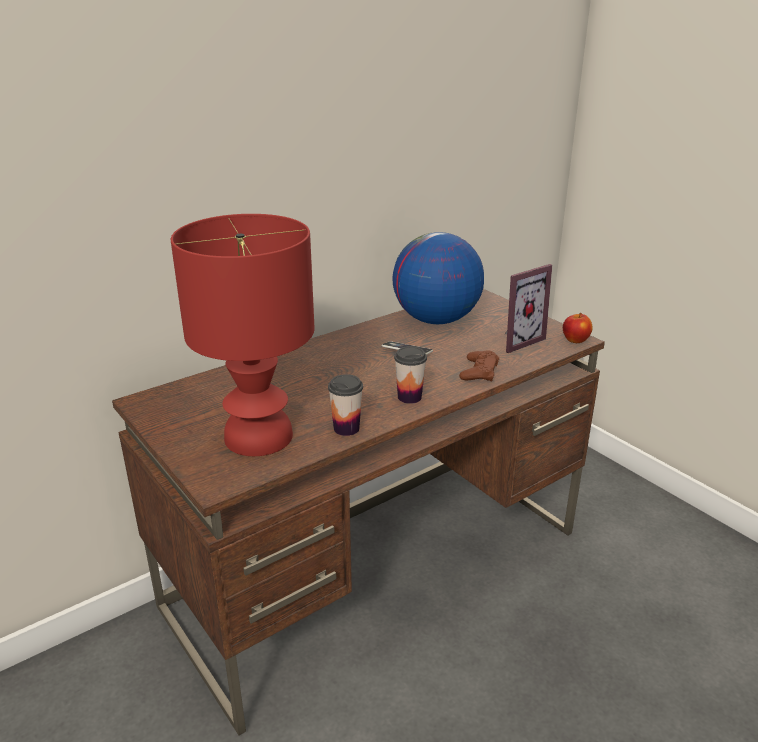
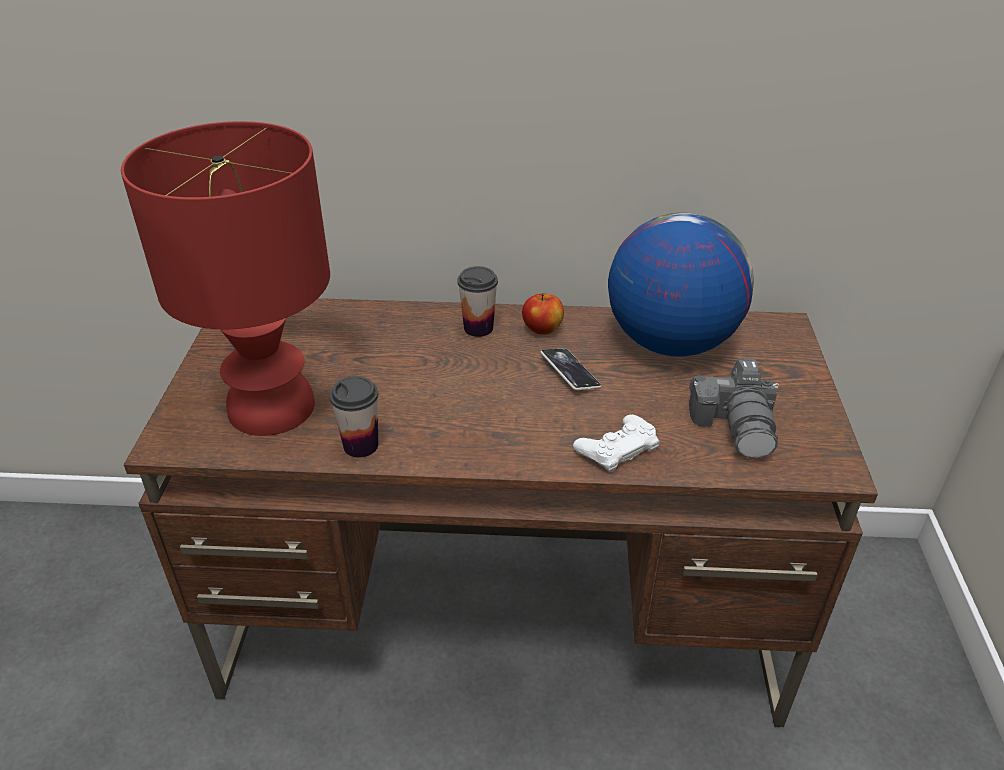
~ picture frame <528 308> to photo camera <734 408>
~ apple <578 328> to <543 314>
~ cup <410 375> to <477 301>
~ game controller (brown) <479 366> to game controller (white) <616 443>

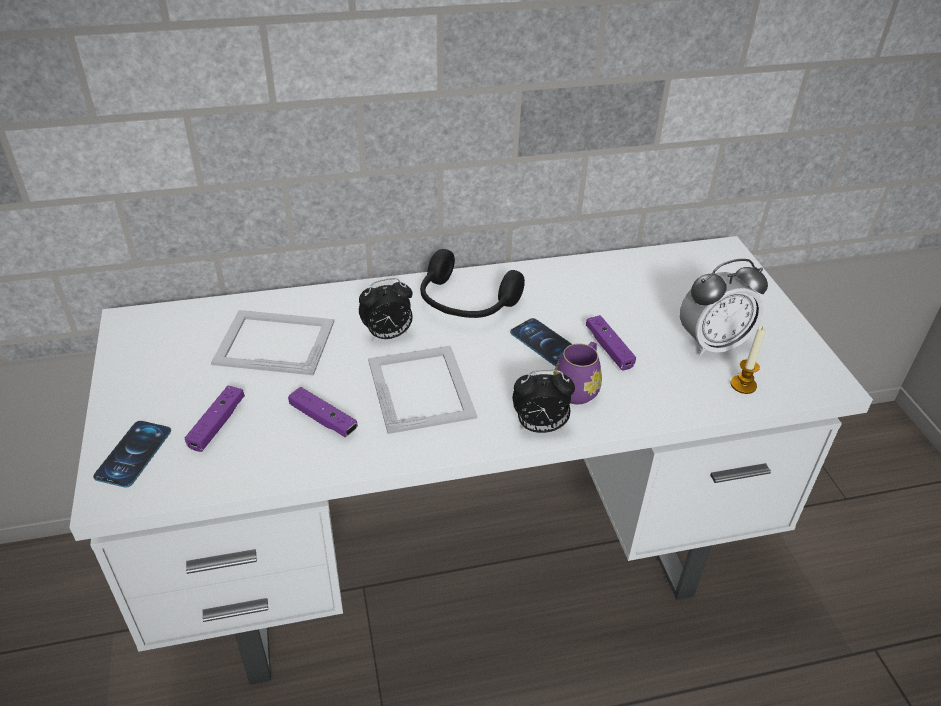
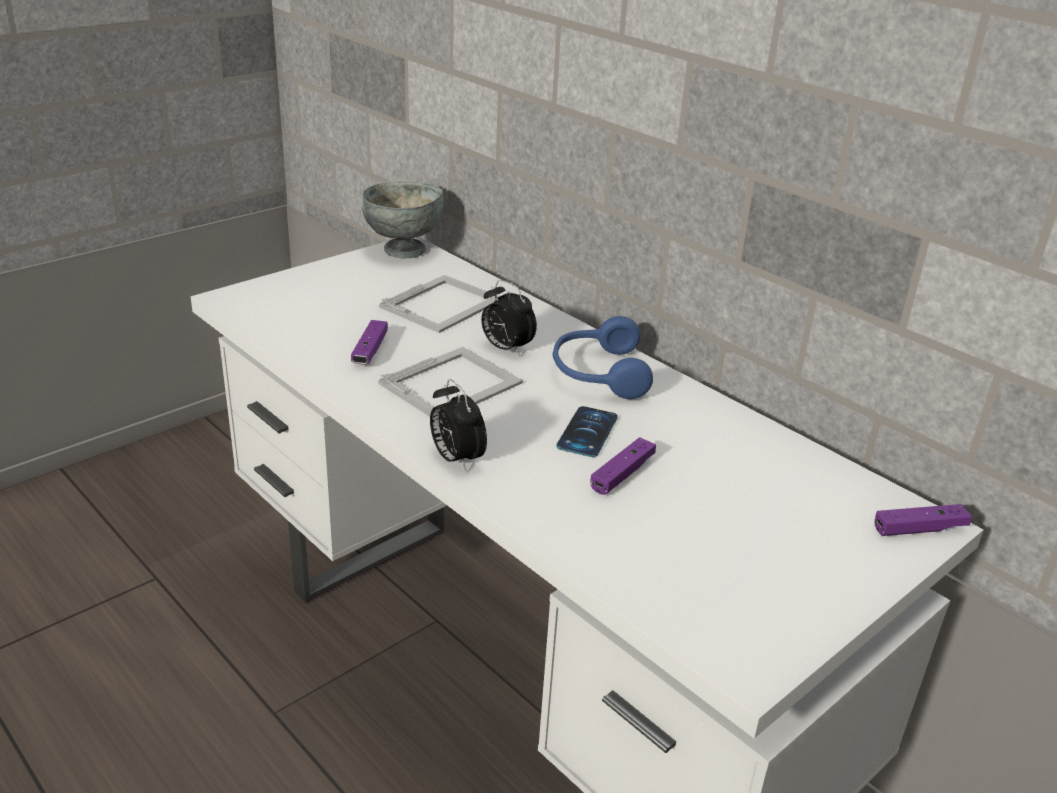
~ headphones (black) <472 283> to headphones (blue) <603 357>
- alarm clock <724 307>
~ picture frame <272 342> = <439 304> 60 degrees clockwise
- candle <747 360>
- mug (purple) <577 373>
~ game controller (purple) <215 419> to <923 520>
- phone <132 454>
+ bowl (grey) <403 219>

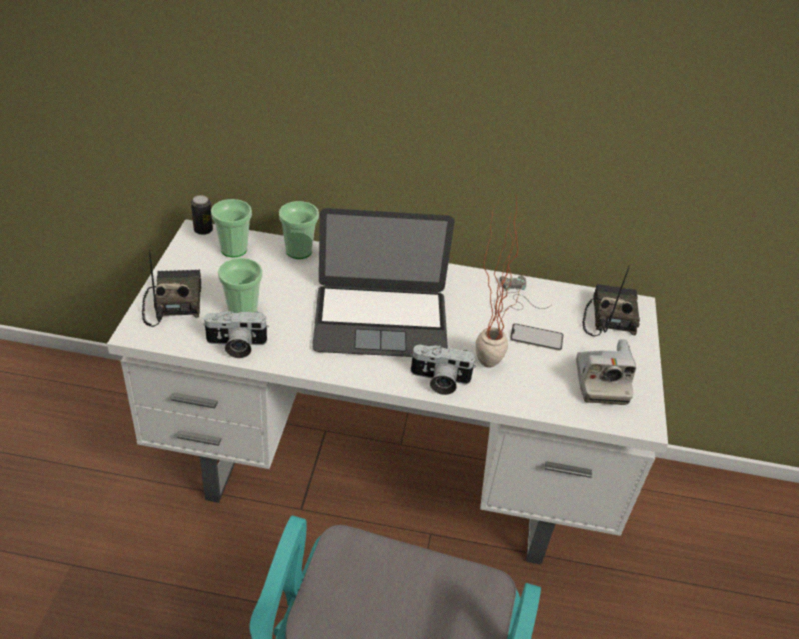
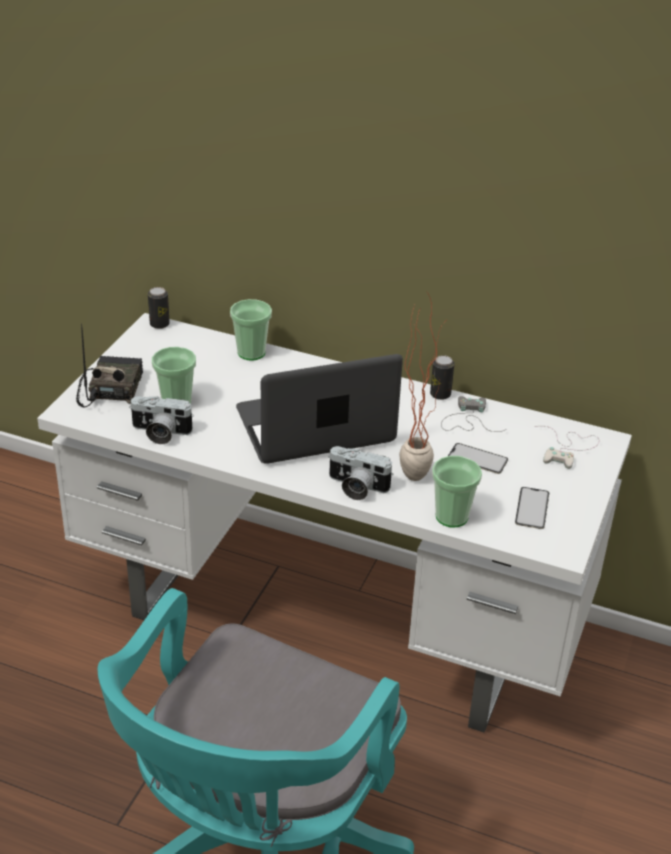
~ cup <231 228> to <457 491>
~ laptop <383 282> = <319 409> 150 degrees clockwise
~ radio <611 300> to game controller (white) <567 447>
~ photo camera <606 372> to phone <532 508>
+ can <442 377>

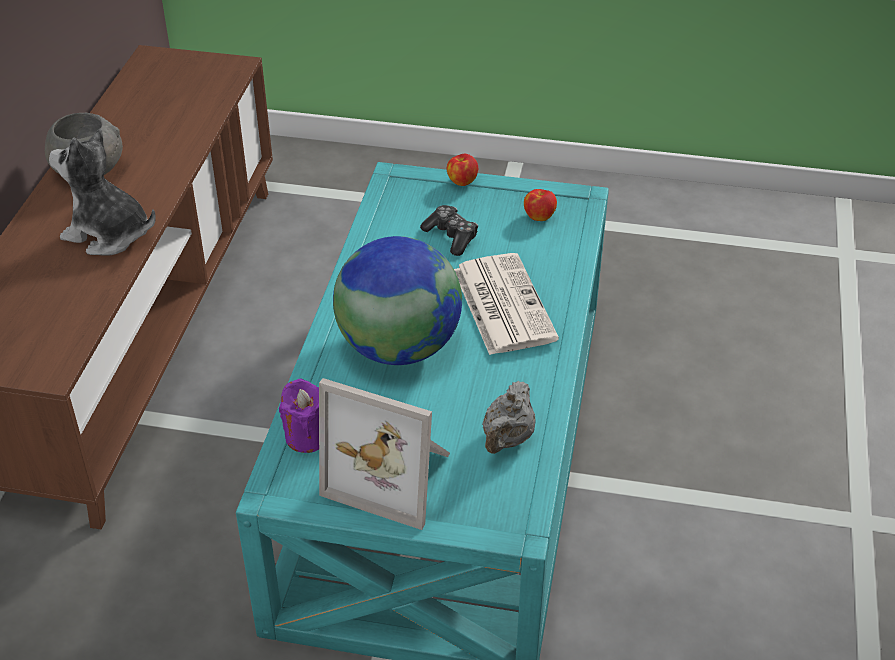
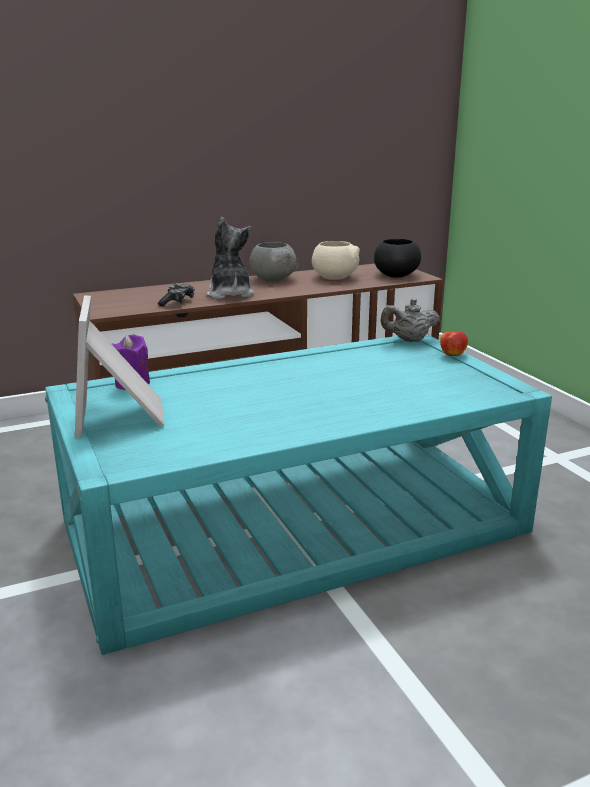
- apple <540 205>
~ game controller <449 230> to <176 295>
- globe <397 300>
- newspaper <506 304>
~ teapot (grey) <508 417> to <410 320>
+ bowl (black) <397 258>
+ bowl (beige) <336 260>

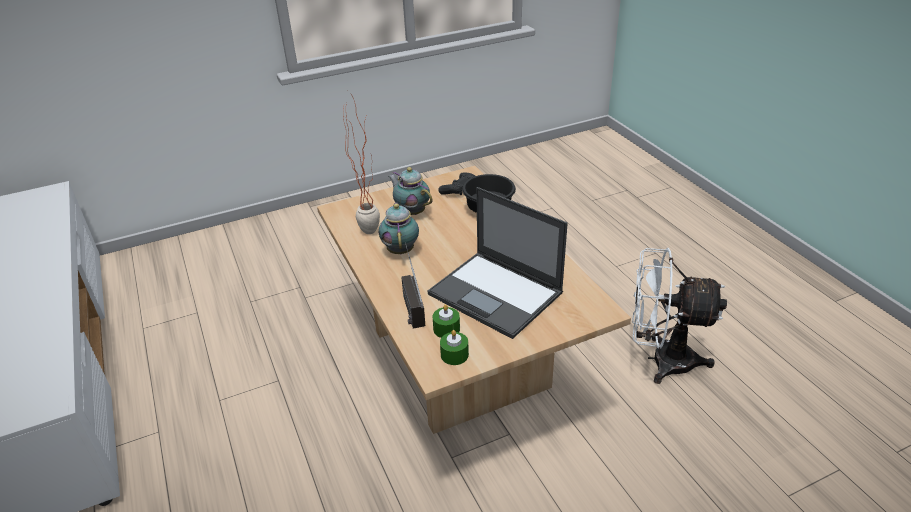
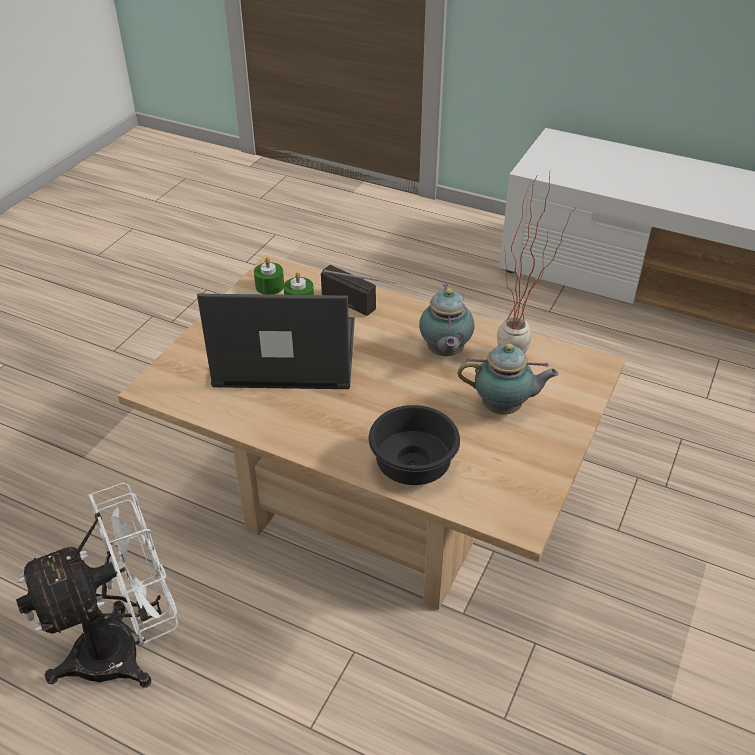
- game controller (black) <456 183>
~ teapot <399 228> = <446 320> 45 degrees clockwise

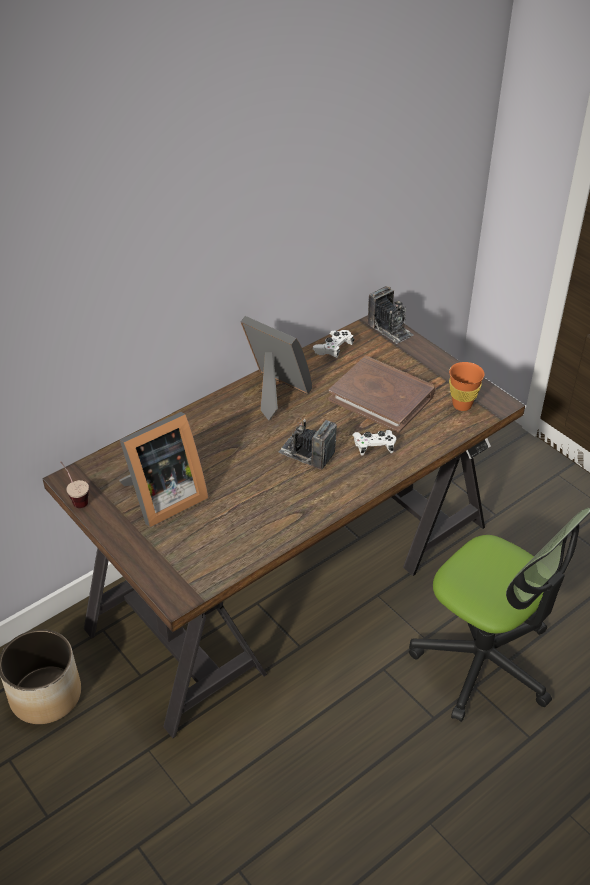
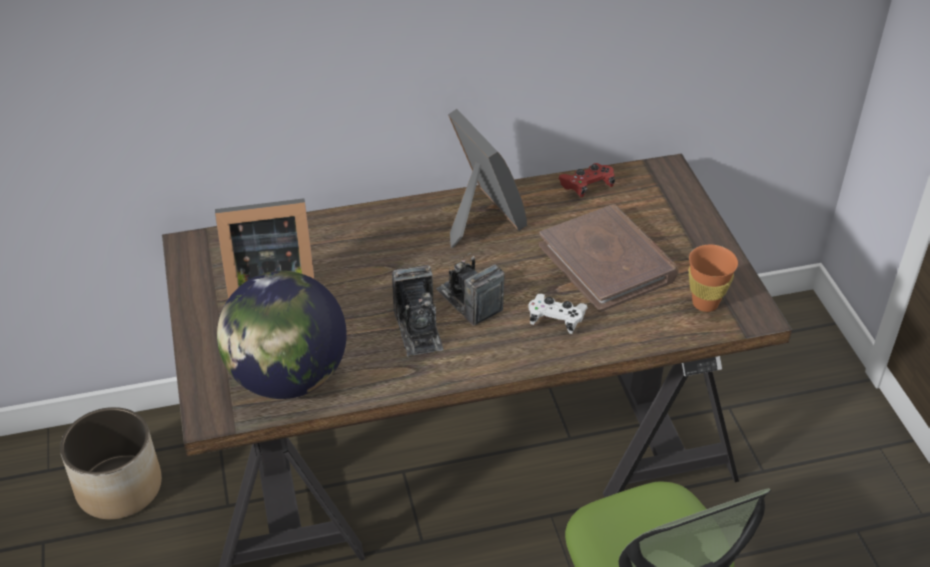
~ photo camera <391 315> to <418 310>
~ game controller (white) <333 344> to game controller (red) <586 180>
- cup <74 484>
+ globe <282 335>

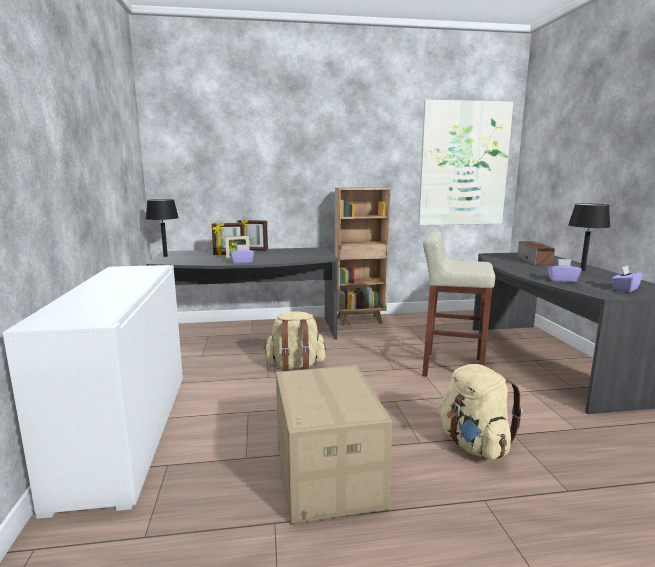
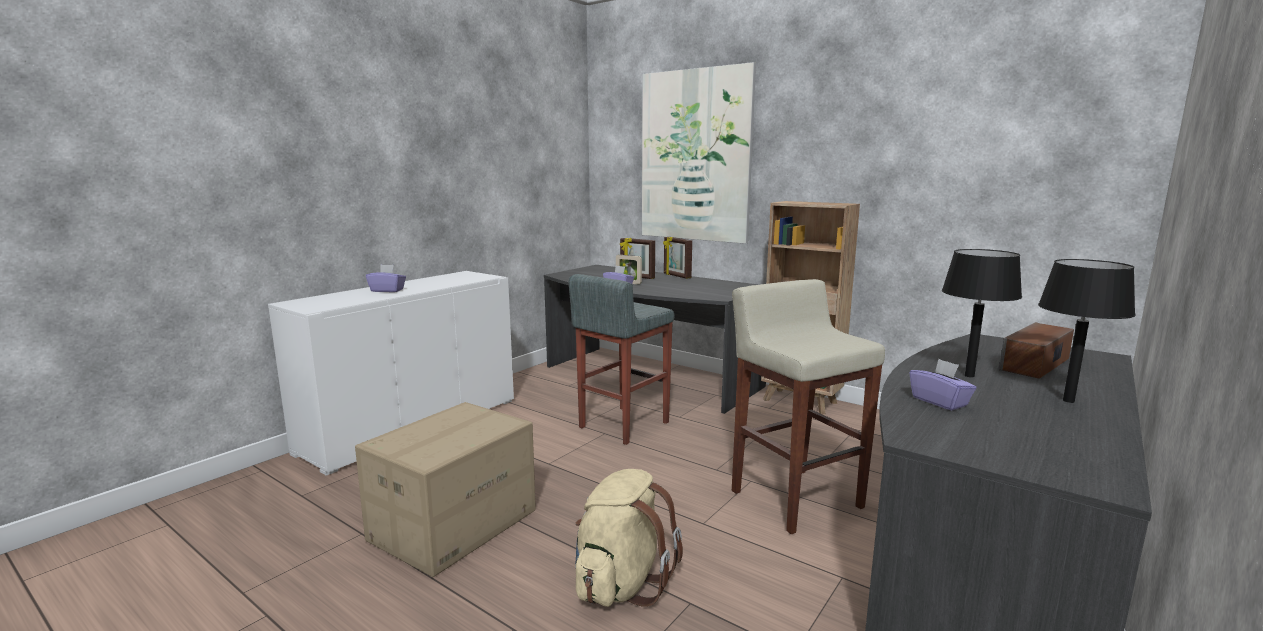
~ picture <465 162> to <699 153>
~ table lamp (black) <162 228> to <982 313>
~ tissue box (purple) <627 279> to <386 278>
~ backpack (beige) <294 341> to stool (grey) <622 359>

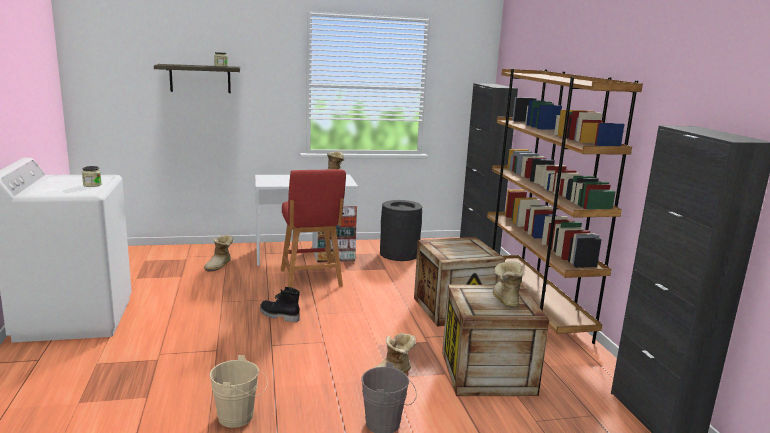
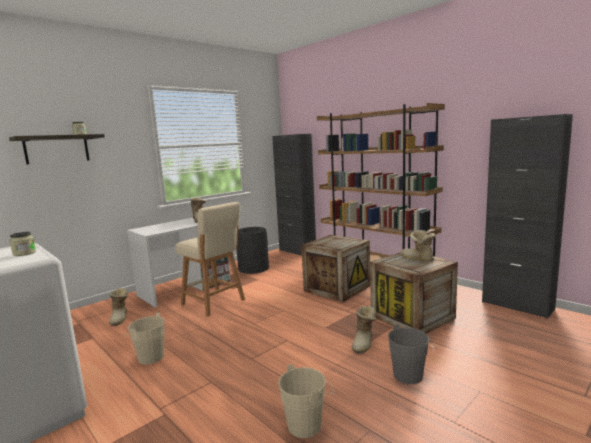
~ stool (red) <313 228> to stool (beige) <210 259>
- boot (black) <280 304>
+ bucket (beige) <144 339>

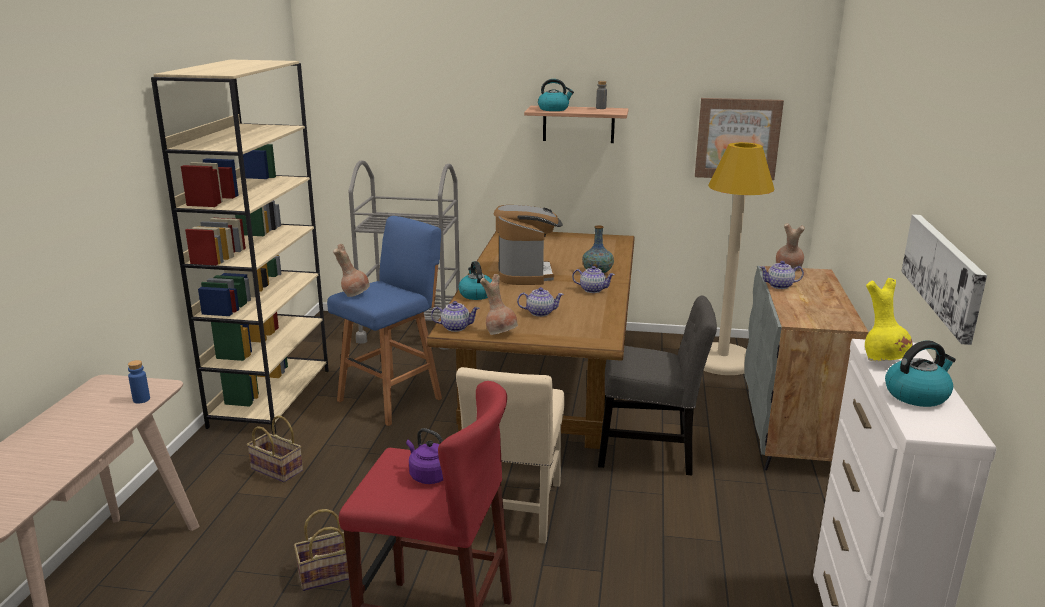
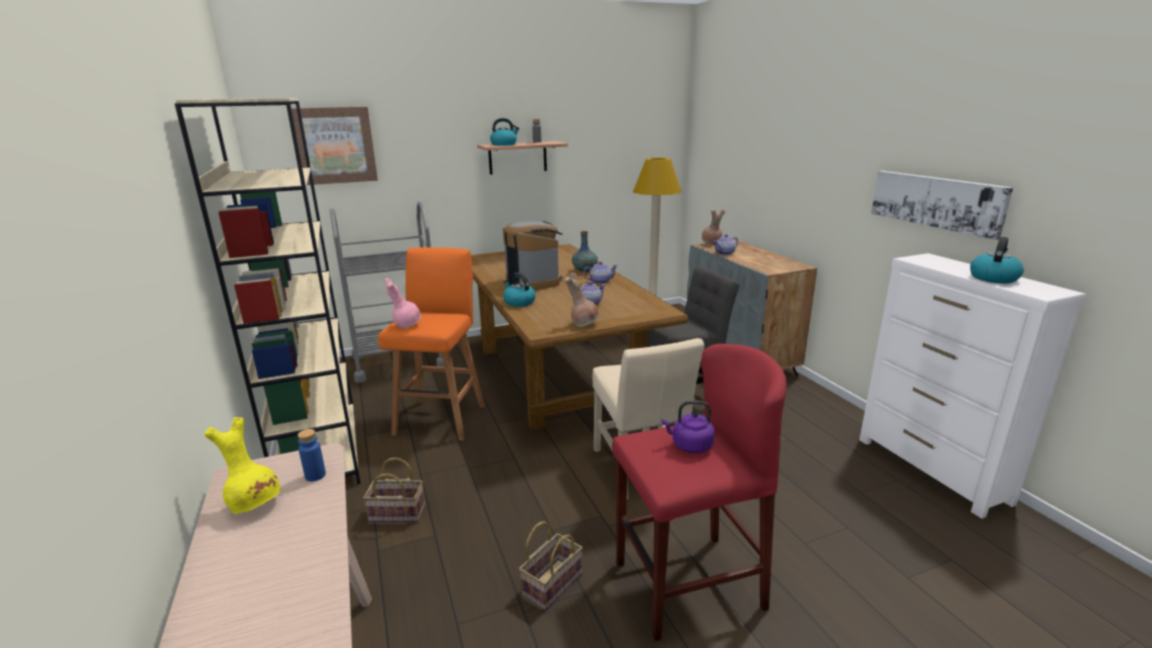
~ picture <739 139> to <334 146>
~ stool (blue) <384 321> to stool (orange) <431 344>
~ vase (brown) <351 270> to vase (pink) <402 303>
~ vase (yellow) <889 319> to <242 466>
- teapot <455 316>

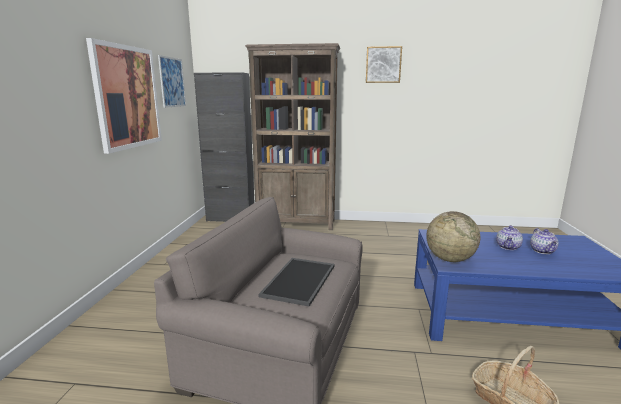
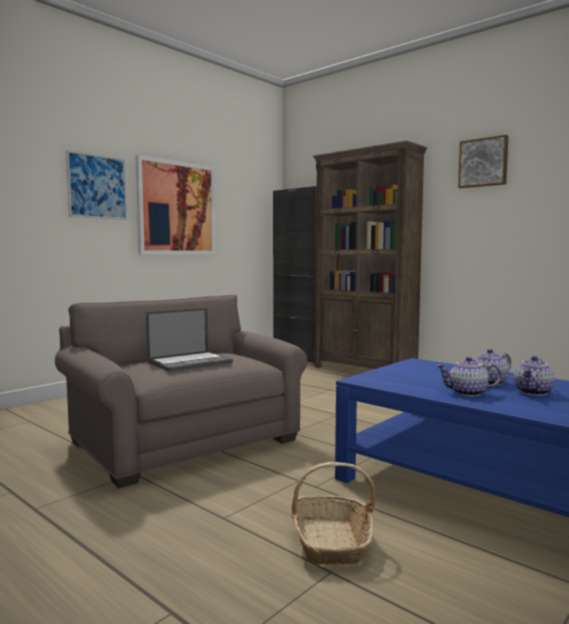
~ picture <172 81> to <96 185>
- globe <453 236>
~ tray <296 282> to laptop <189 340>
+ teapot <469 377>

